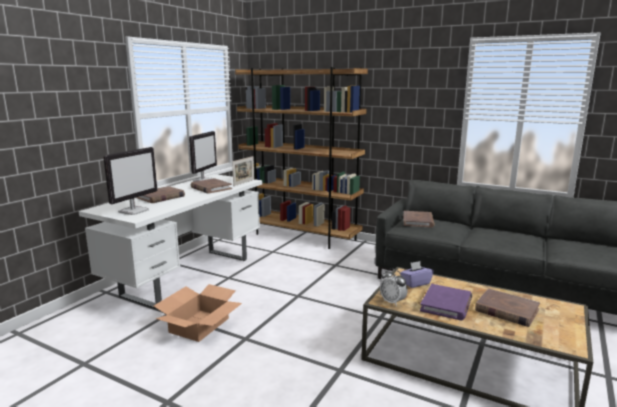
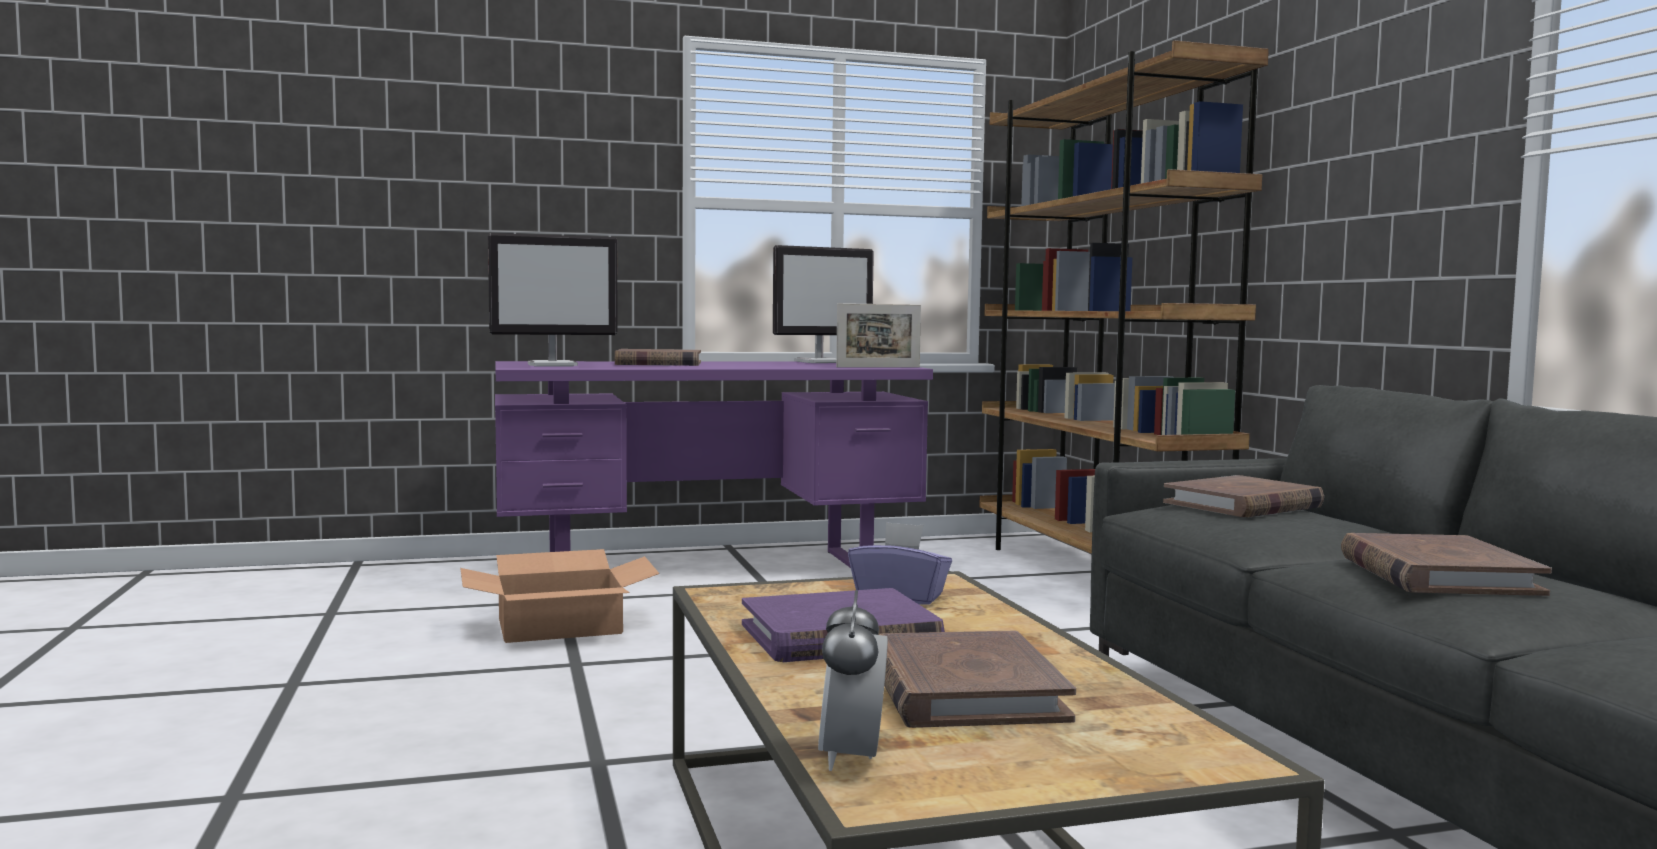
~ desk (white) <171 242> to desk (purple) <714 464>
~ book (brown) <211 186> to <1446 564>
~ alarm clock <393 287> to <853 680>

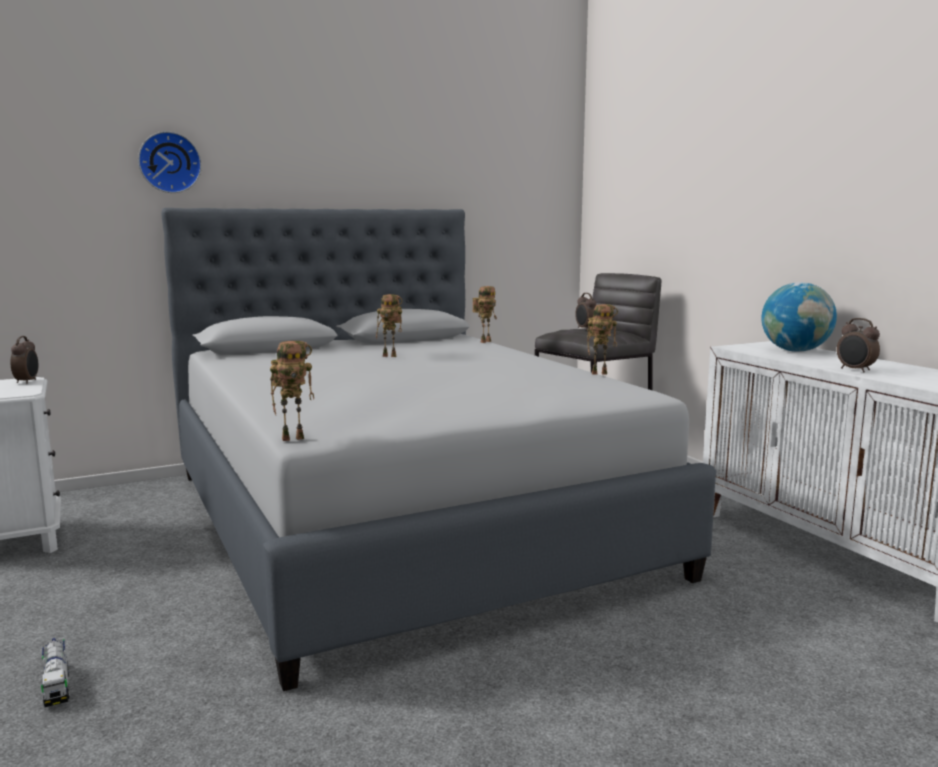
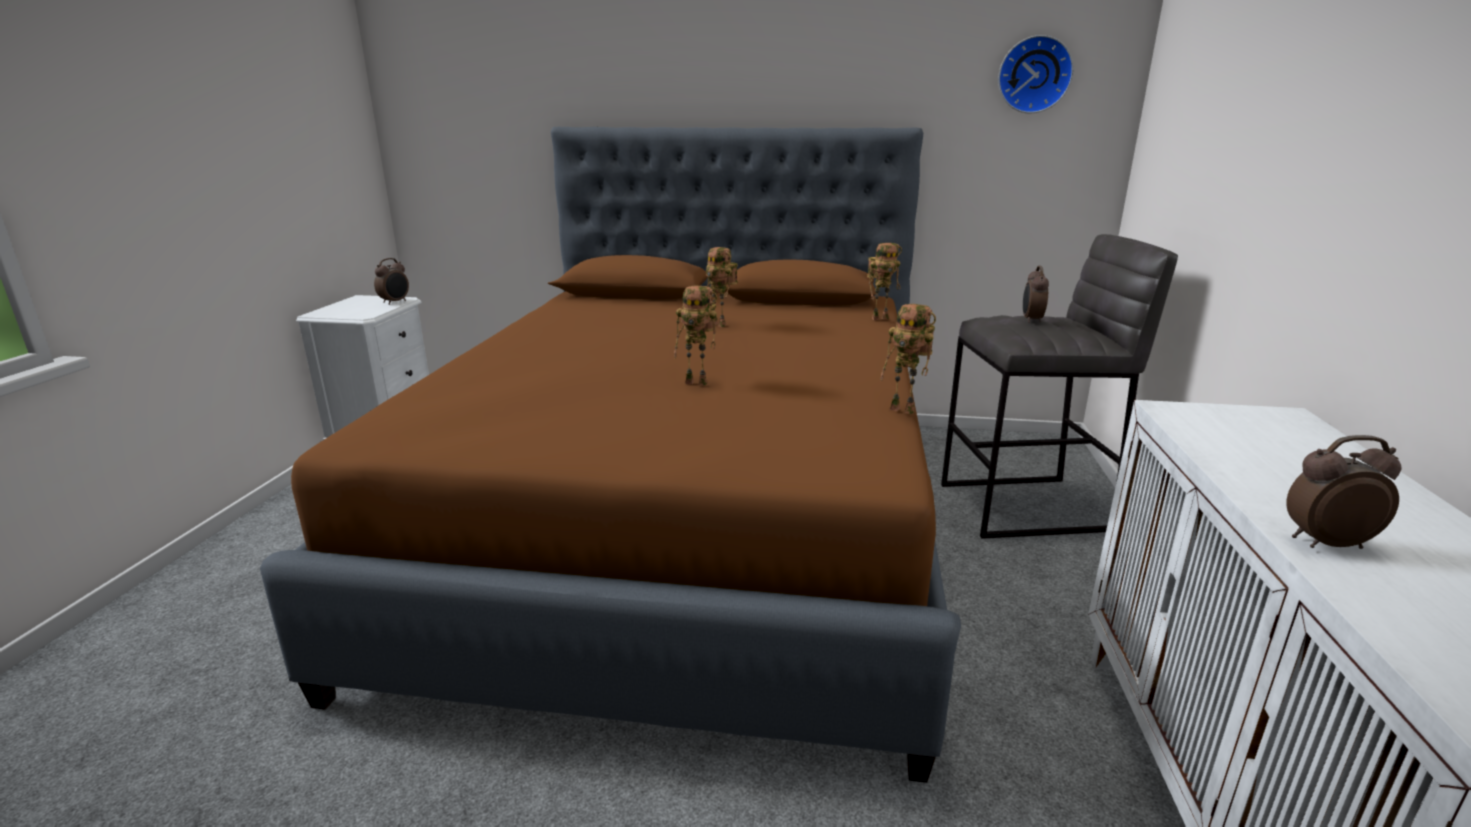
~ wall clock <170 162> to <1036 74>
~ bed (grey) <438 449> to bed (brown) <610 455>
- globe <799 317>
~ alarm clock <858 345> = <1344 492> 90 degrees clockwise
~ toy robot <292 391> to <695 336>
- toy truck <55 672>

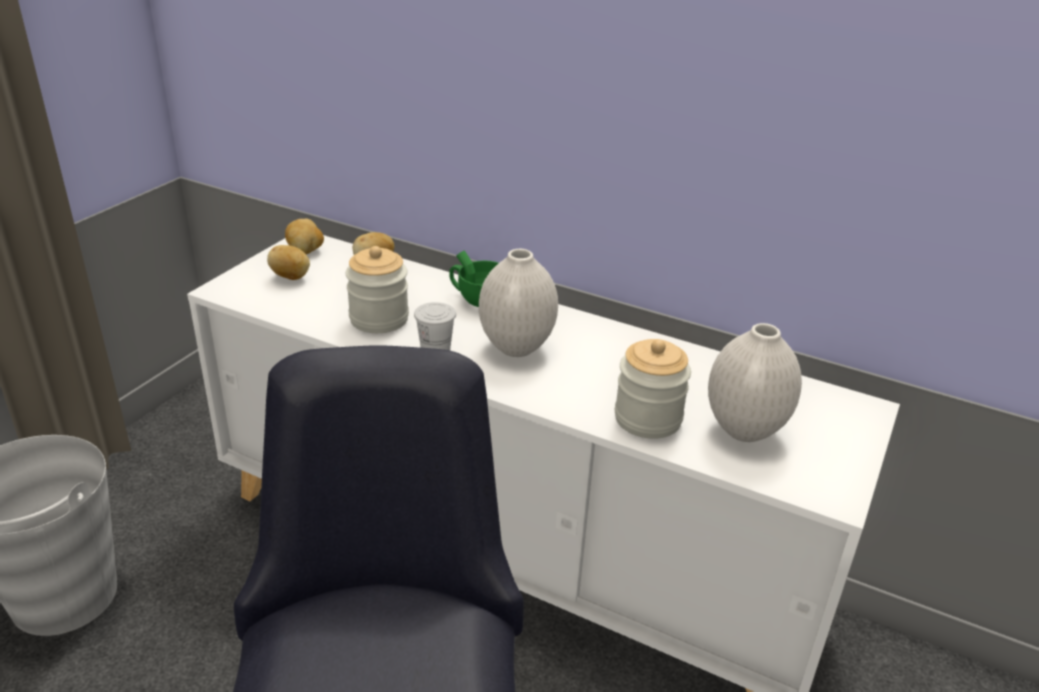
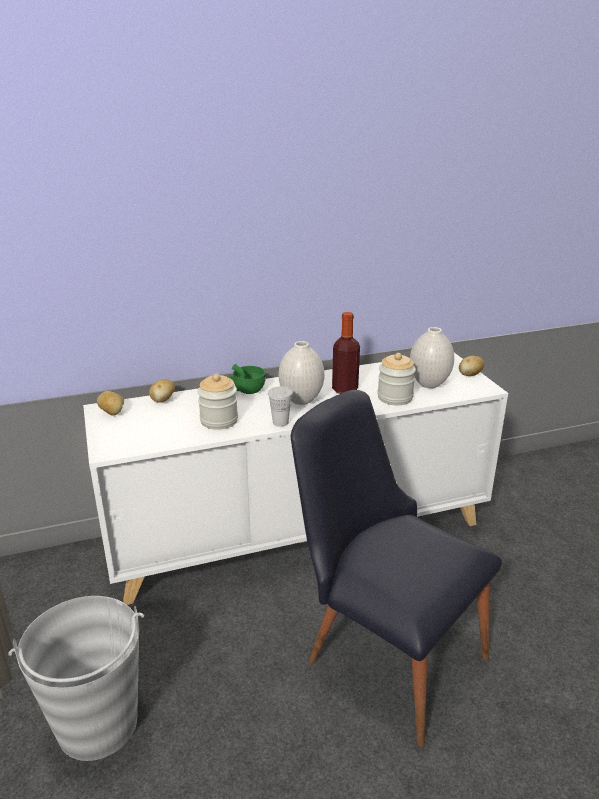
~ potato <288 262> to <471 366>
+ bottle <346 353>

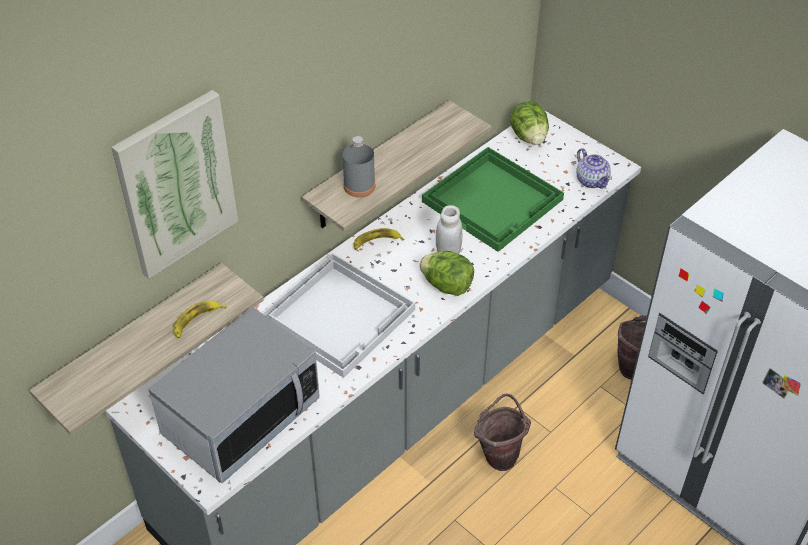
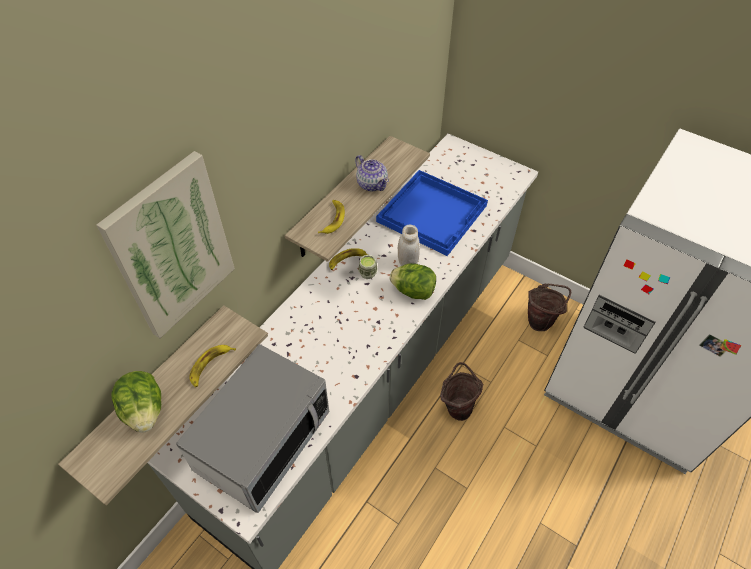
~ lettuce <529 123> to <136 402>
~ bottle (grey) <359 166> to banana <331 217>
~ tray (green) <493 199> to tray (blue) <432 213>
~ teapot <594 168> to <372 173>
- tray (white) <338 315>
+ cup <367 267>

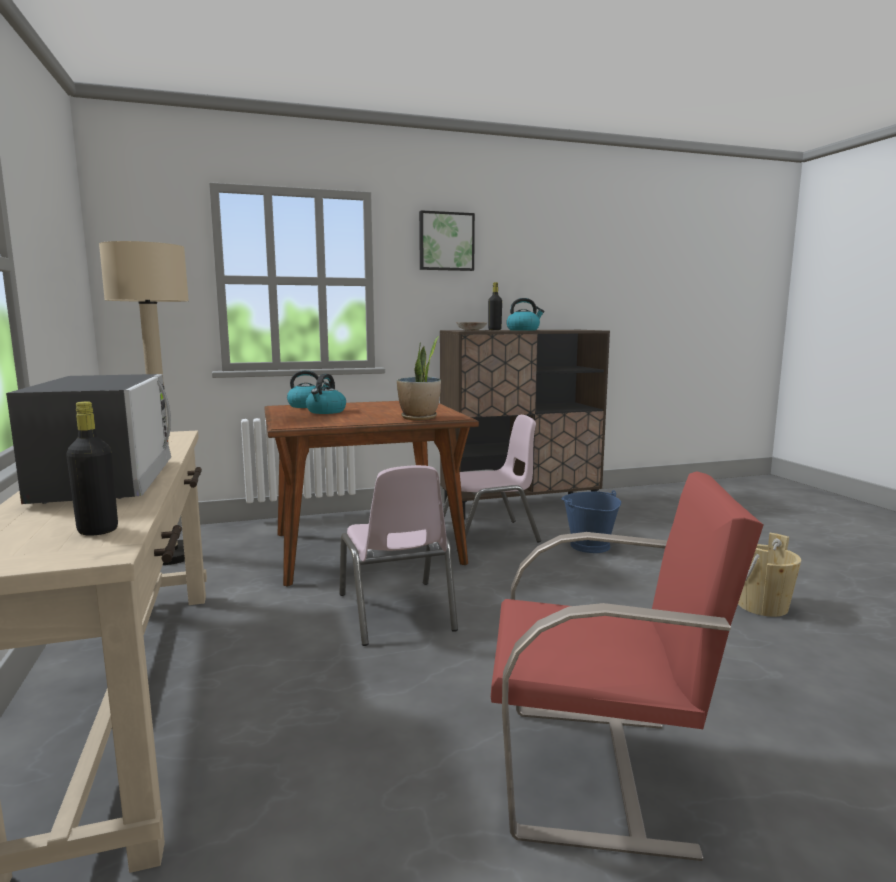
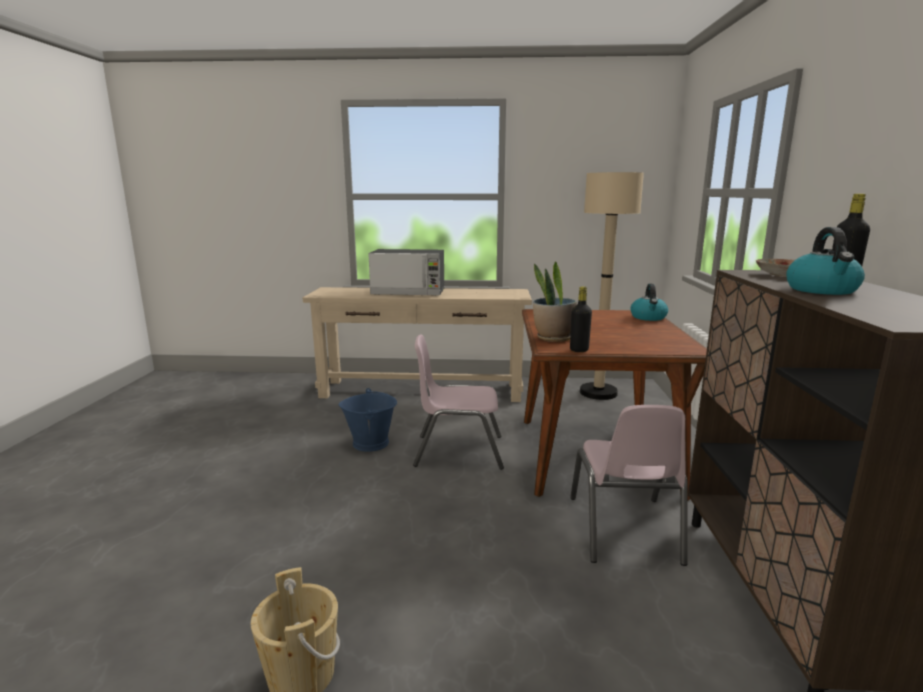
- picture <447 240>
- kettle <326 394>
~ bottle (black) <92 468> to <581 319>
- chair (red) <627 666>
~ bucket (blue) <591 521> to <367 420>

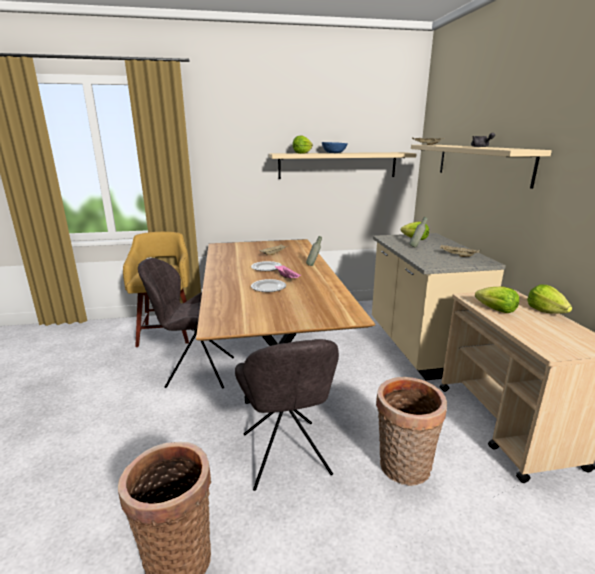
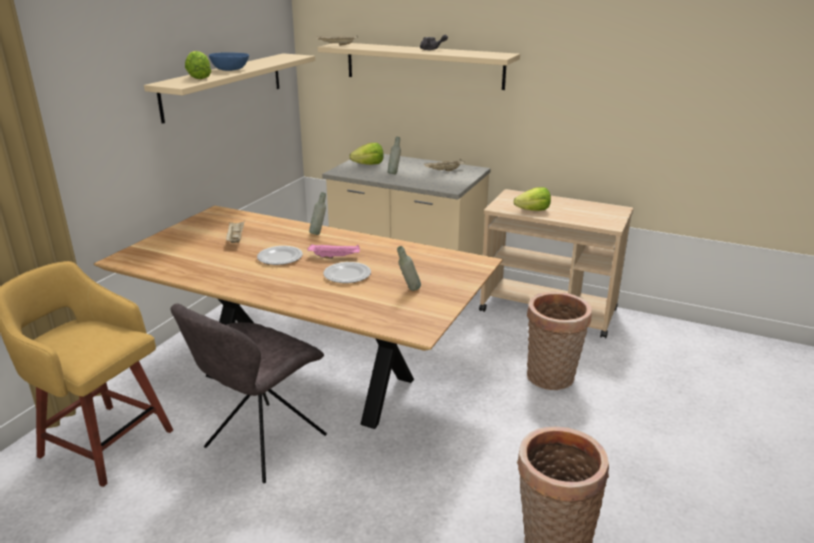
- lettuce <549 299>
- chair (grey) <287 415>
+ bottle (grey) <409 268>

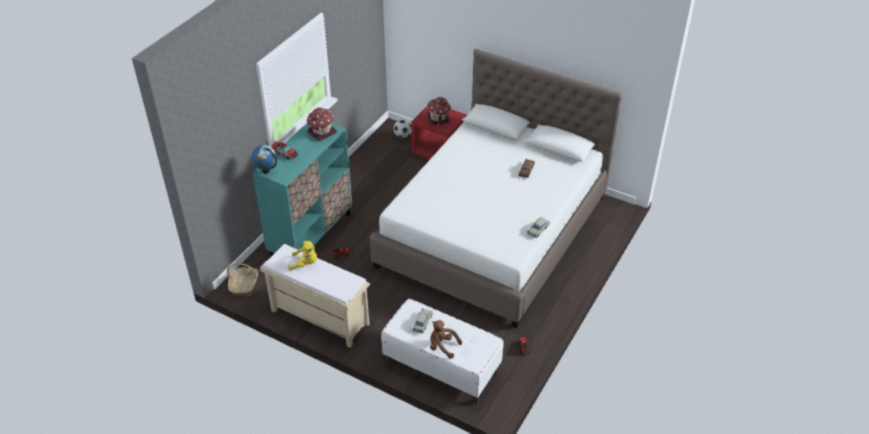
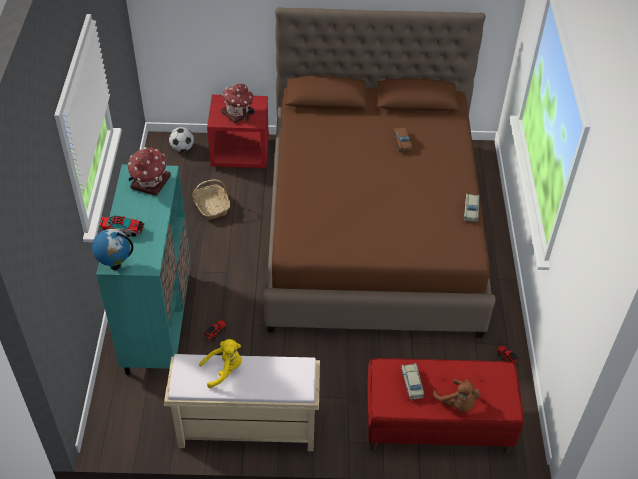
~ bed (white) <496 188> to bed (brown) <379 172>
~ basket <242 279> to <211 199>
~ bench (white) <442 351> to bench (red) <445 406>
~ plush toy (brown) <446 339> = <456 395> 120 degrees counterclockwise

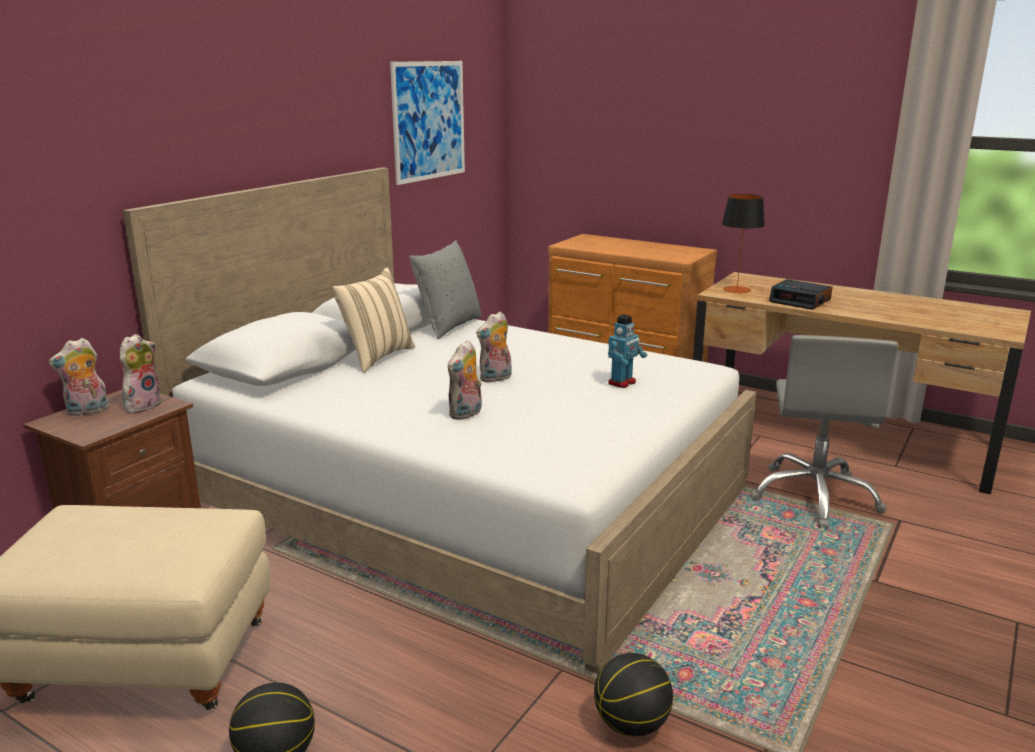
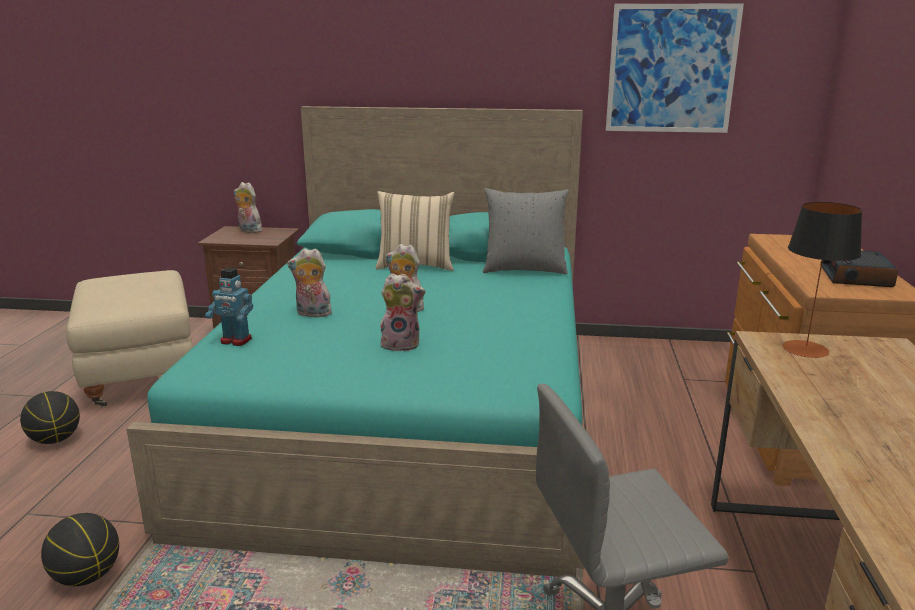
~ bed (white) <439 420> to bed (turquoise) <355 341>
~ alarm clock <800 294> to <859 269>
~ toy robot <627 351> to <229 307>
~ plush toy <141 373> to <402 312>

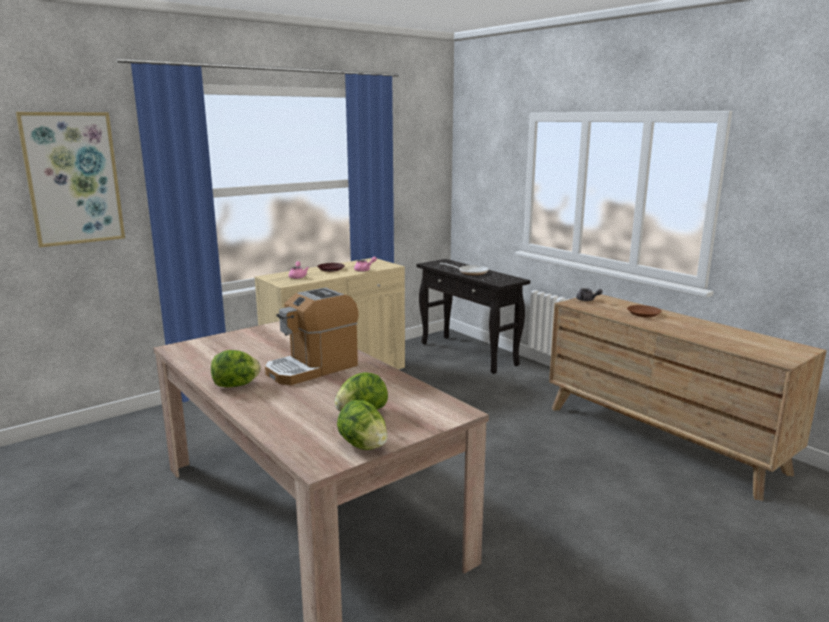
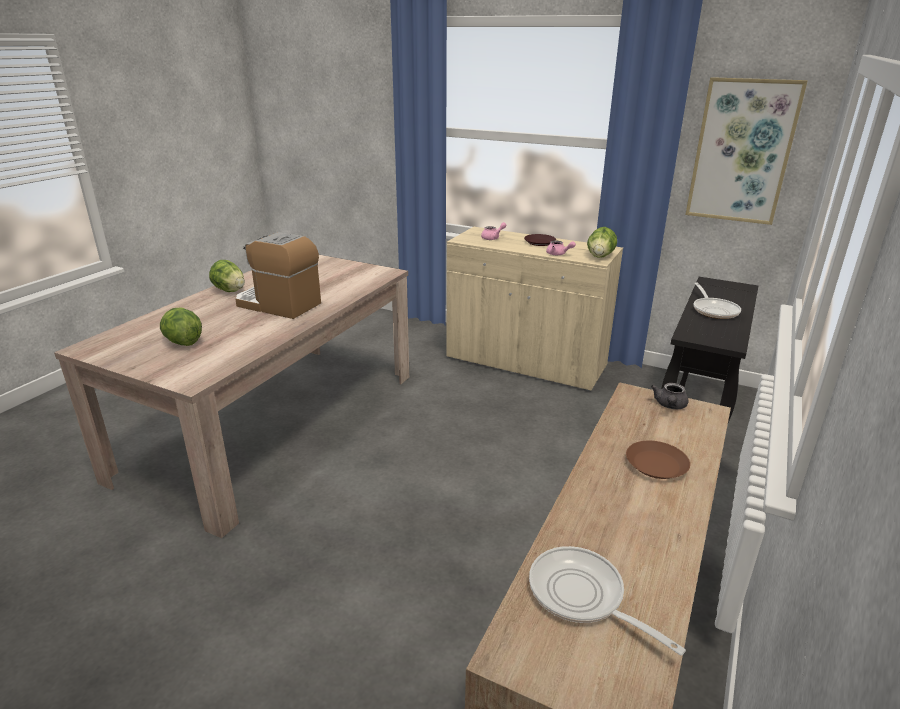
~ picture <70 179> to <746 151>
~ lettuce <362 425> to <602 242>
+ frying pan <607 601>

